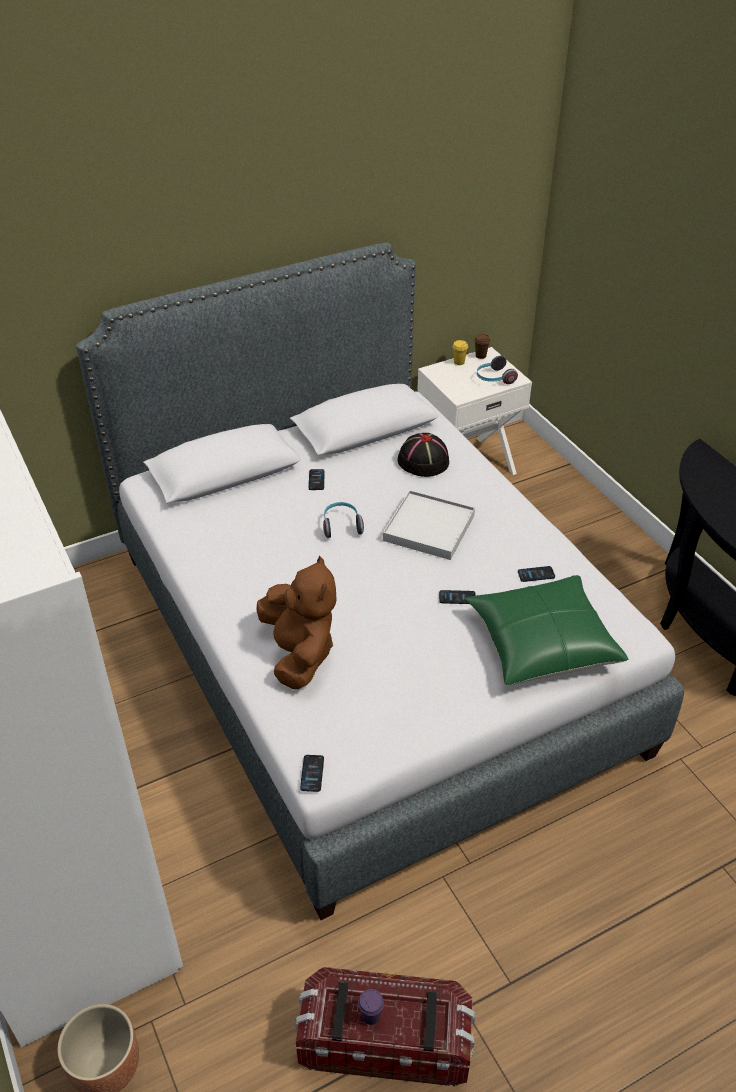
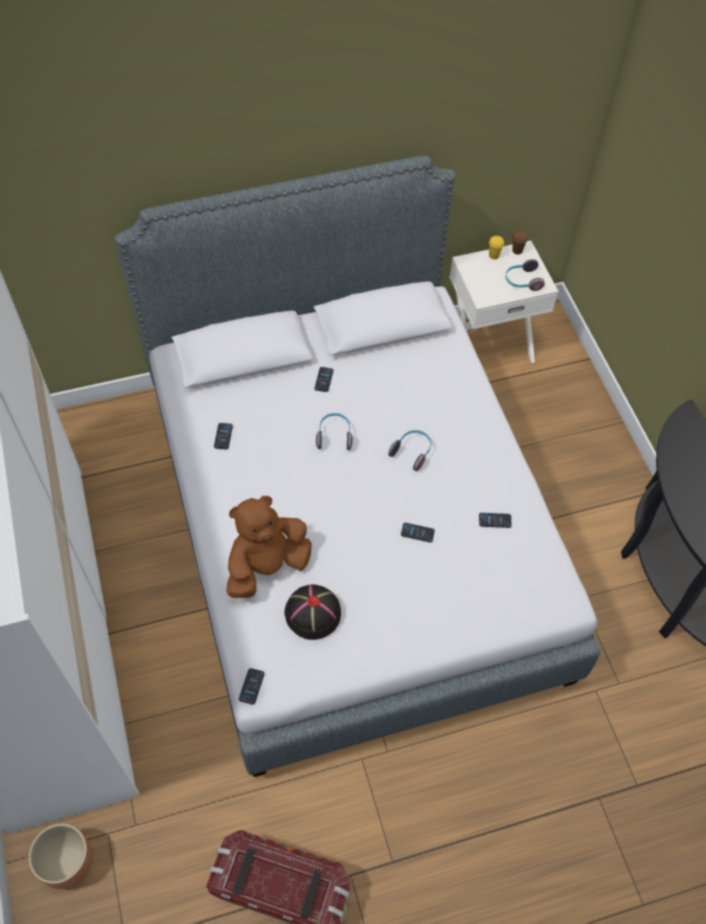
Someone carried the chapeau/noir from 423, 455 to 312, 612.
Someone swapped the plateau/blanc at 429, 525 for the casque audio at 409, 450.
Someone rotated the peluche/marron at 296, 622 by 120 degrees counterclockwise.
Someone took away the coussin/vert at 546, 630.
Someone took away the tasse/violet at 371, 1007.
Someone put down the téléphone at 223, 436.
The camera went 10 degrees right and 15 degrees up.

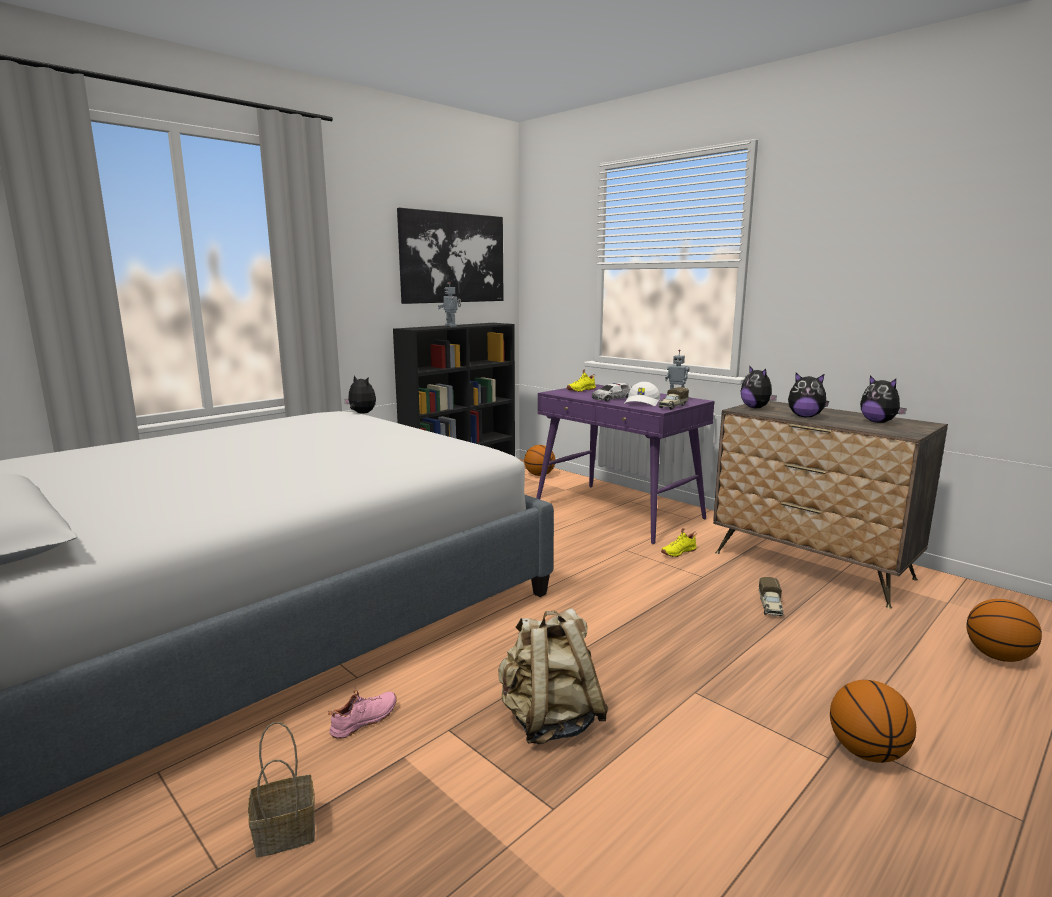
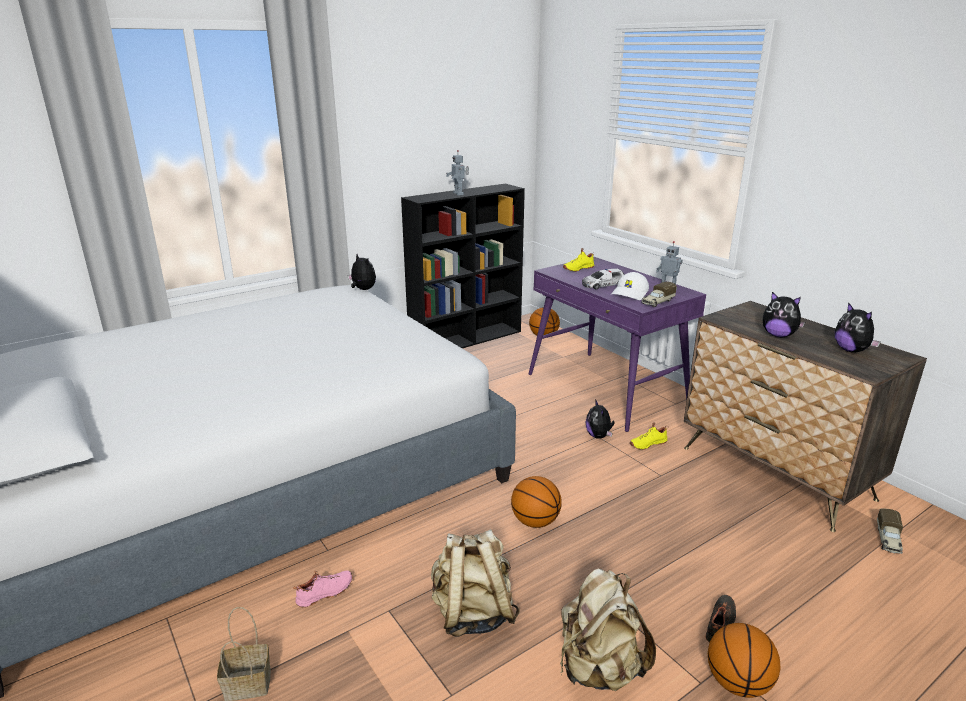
Someone took away the tableau at 450, 256.
Someone carried the peluche from 759, 386 to 600, 419.
Someone carried the camion jouet from 771, 596 to 890, 531.
Someone carried the ballon de basket from 1004, 630 to 536, 502.
Someone put down the sac à dos/beige at 608, 629.
Someone put down the chaussure/noir at 720, 619.
The camera went 10 degrees right and 10 degrees up.

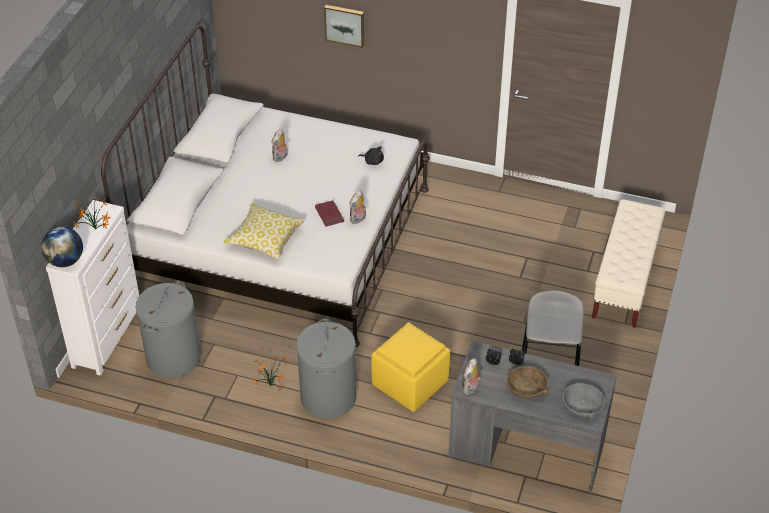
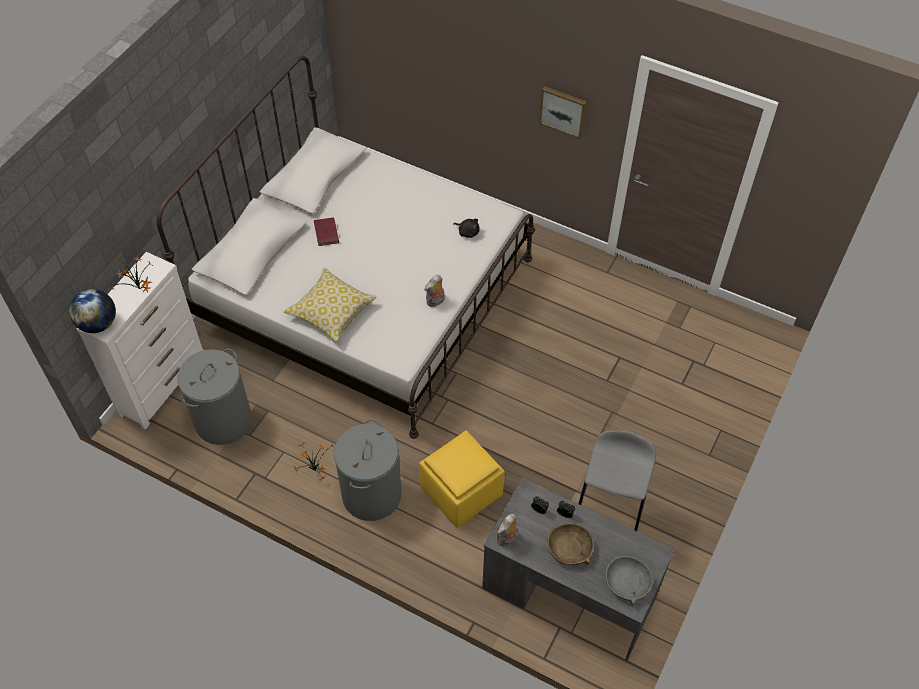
Someone carried the tableau from 344, 26 to 563, 112.
Someone took away the peluche at 280, 145.
Someone took away the banc/beige at 628, 263.
Someone carried the livre/rouge from 329, 213 to 326, 231.
The camera went 10 degrees right and 10 degrees up.

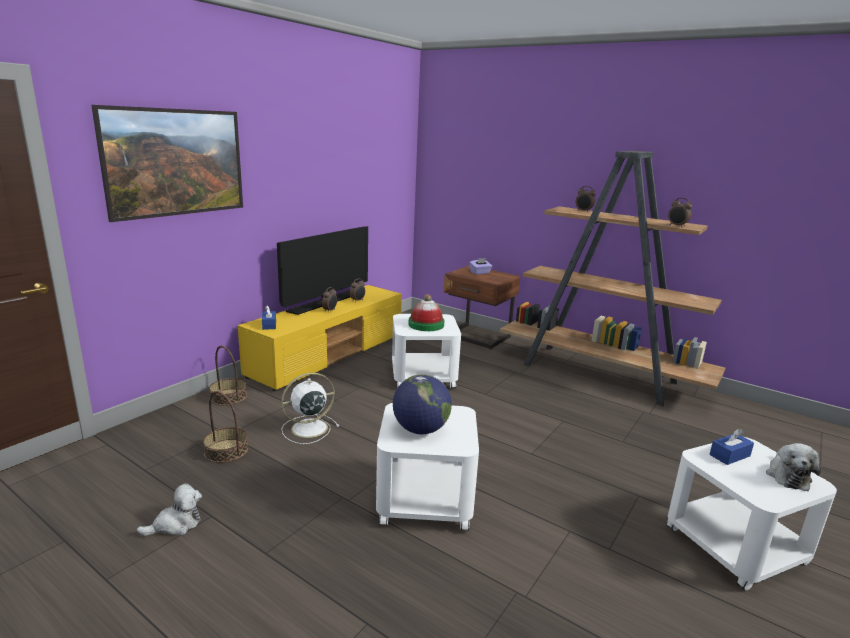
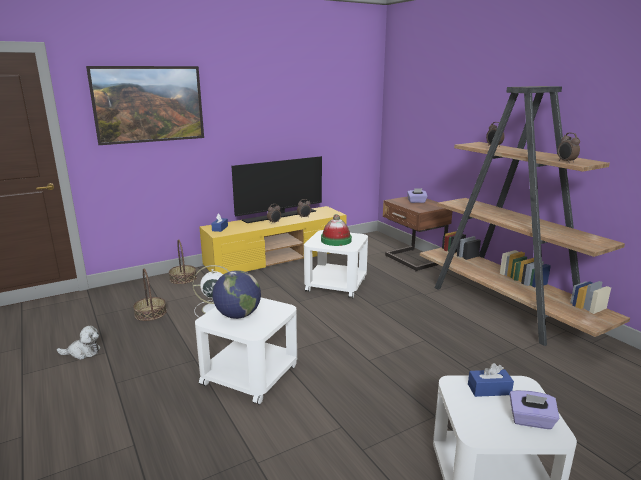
Someone swapped the peluche at 793, 467 for the boîte à mouchoirs/violet at 534, 409.
The camera went 25 degrees right and 0 degrees up.

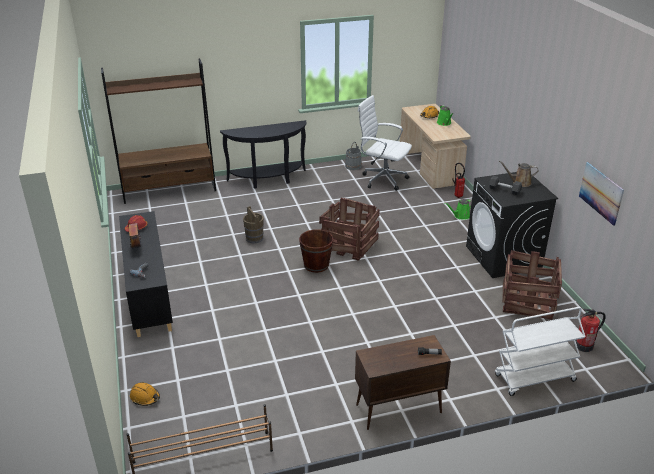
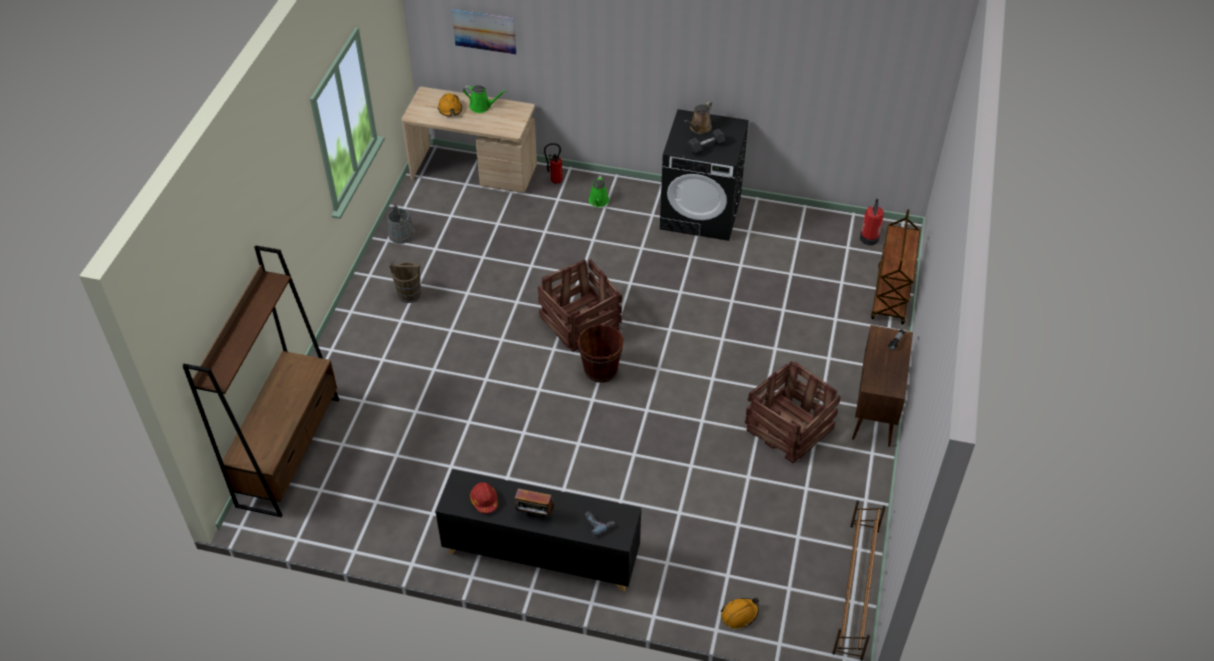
Someone took away the chaise de bureau/blanc at 385, 143.
Someone took away the table console/noir at 263, 154.
Someone carried the tableau from 601, 194 to 484, 31.
Someone carried the seau/marron from 253, 224 to 405, 282.
Someone carried the caisse from 532, 285 to 792, 412.
Someone repainted the chariot/blanc at 540, 351, which became the chariot/marron at 895, 267.
The camera went 60 degrees left and 15 degrees up.

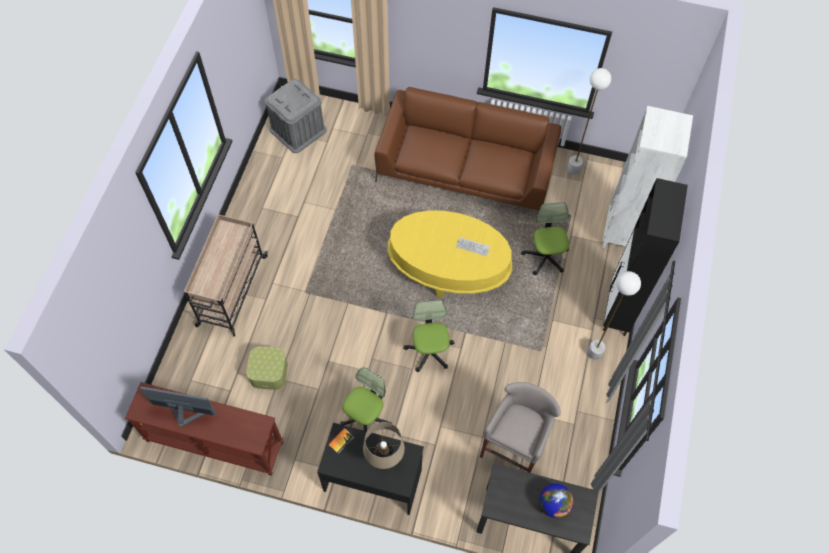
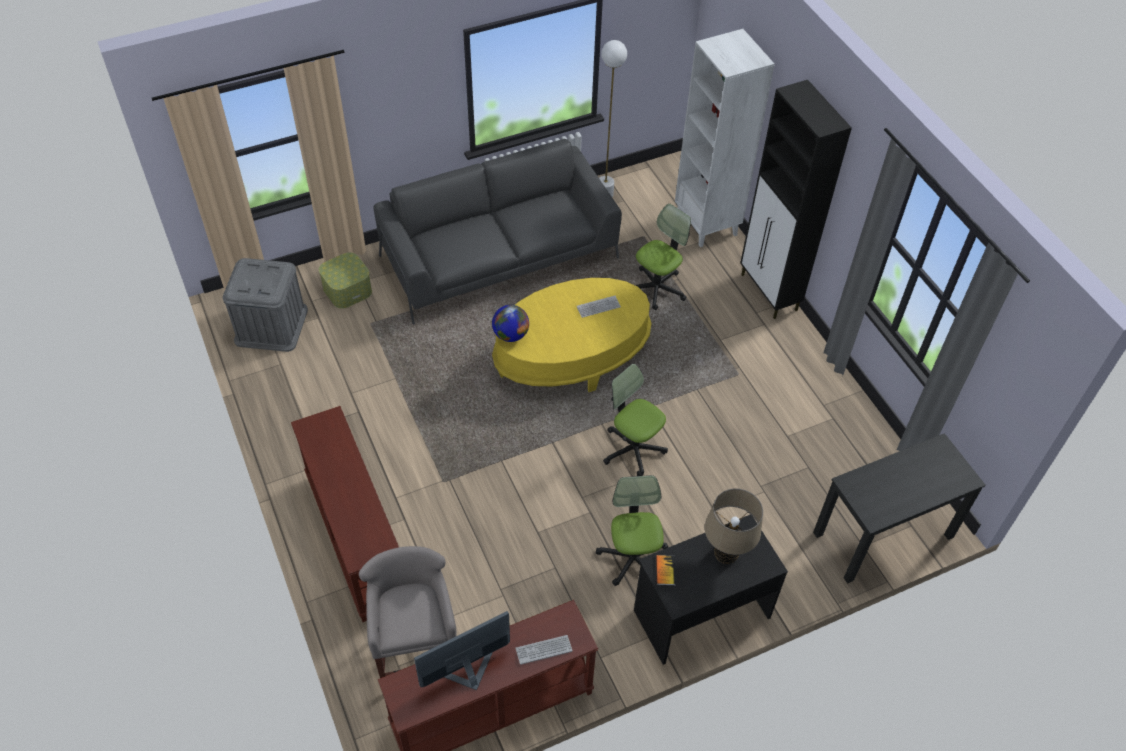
Someone repainted the canapé/marron at 468, 149, which became the canapé/gris at 497, 232.
Someone rotated the chaise de bureau at 545, 238 by 90 degrees clockwise.
Someone swapped the chariot/beige at 226, 275 for the table console/marron at 345, 514.
Someone took away the lampadaire/blanc at 614, 315.
Someone carried the boîte de rangement from 267, 368 to 345, 280.
Someone carried the tabouret/gris from 520, 427 to 408, 612.
Someone carried the globe from 556, 501 to 510, 323.
Someone put down the clavier at 543, 650.
The camera went 40 degrees left and 10 degrees down.

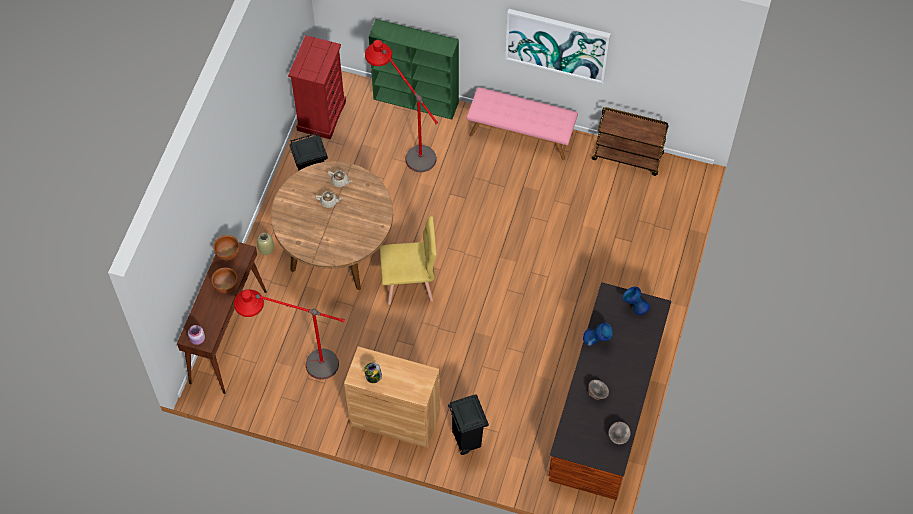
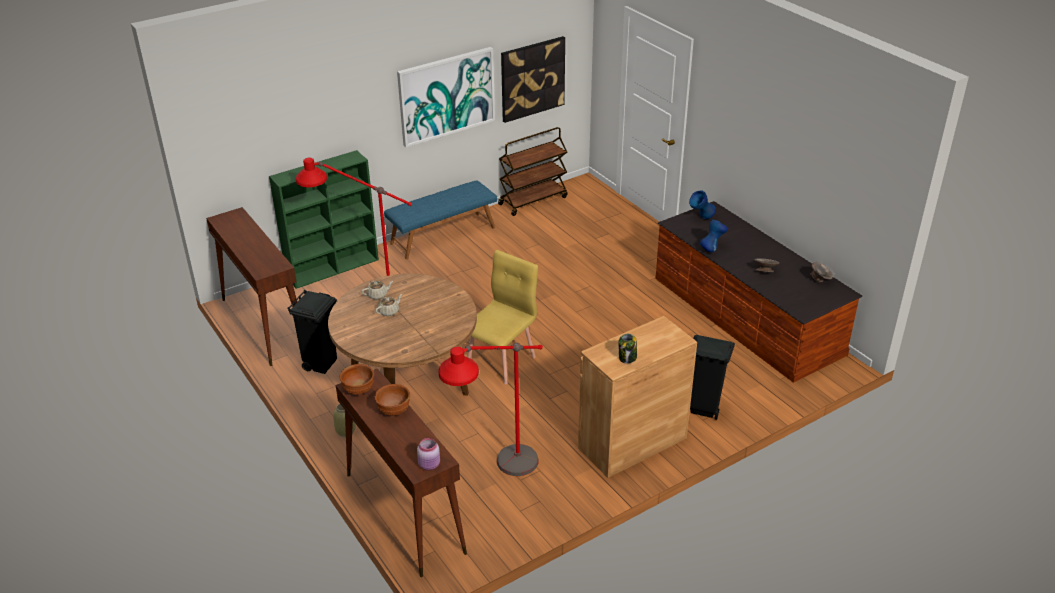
Someone swapped the commode/rouge at 317, 87 for the table console/marron at 251, 286.
Someone repainted the banc/rose at 522, 123, which became the banc/bleu at 440, 219.
Someone put up the tableau at 533, 79.
The camera went 50 degrees left and 25 degrees down.

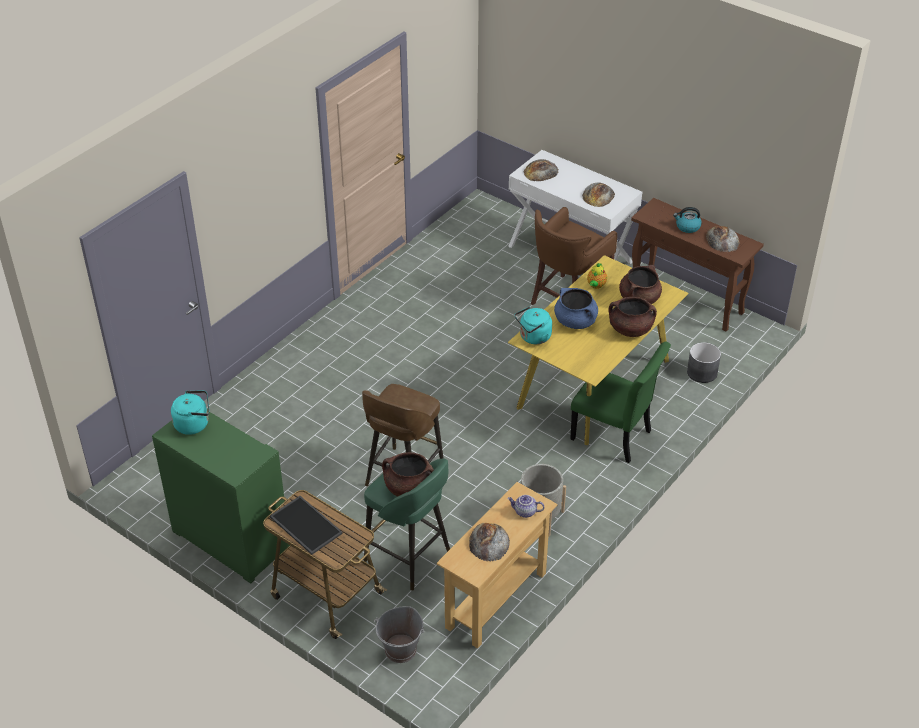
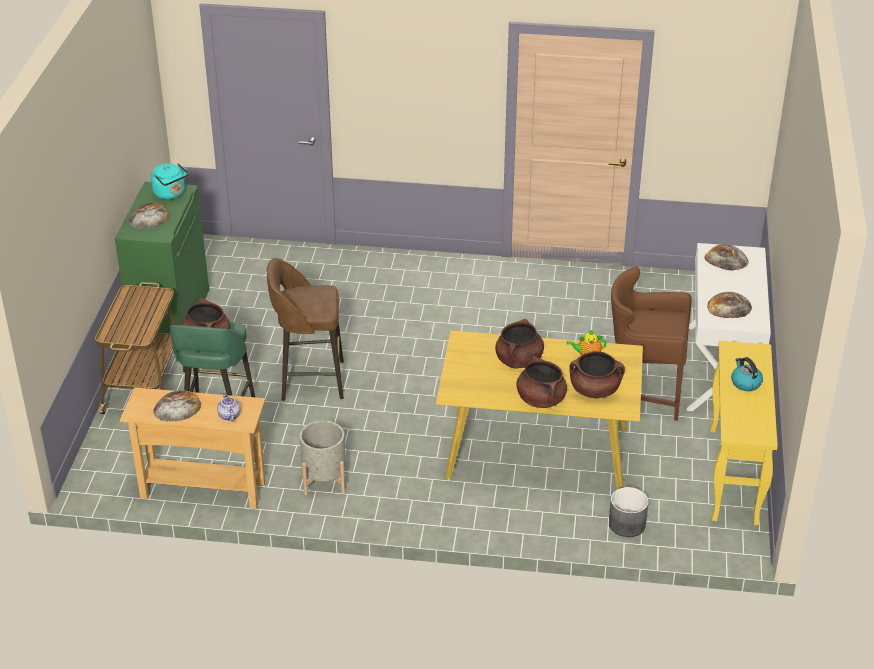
Someone repainted the table console/marron at 697, 265, which became the table console/jaune at 744, 433.
Someone carried the pain from 722, 239 to 149, 216.
Someone repainted the marmite/bleu at 576, 308, which became the marmite/marron at 519, 344.
Someone took away the bouilloire/turquoise at 533, 325.
Someone took away the chaise/vert at 620, 402.
Someone took away the plateau at 306, 525.
Someone took away the seau/gris at 399, 634.
The camera went 60 degrees right and 5 degrees down.

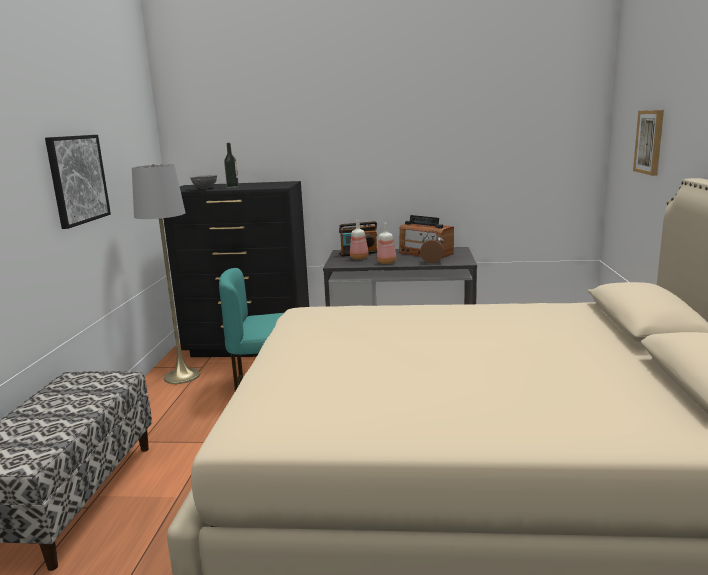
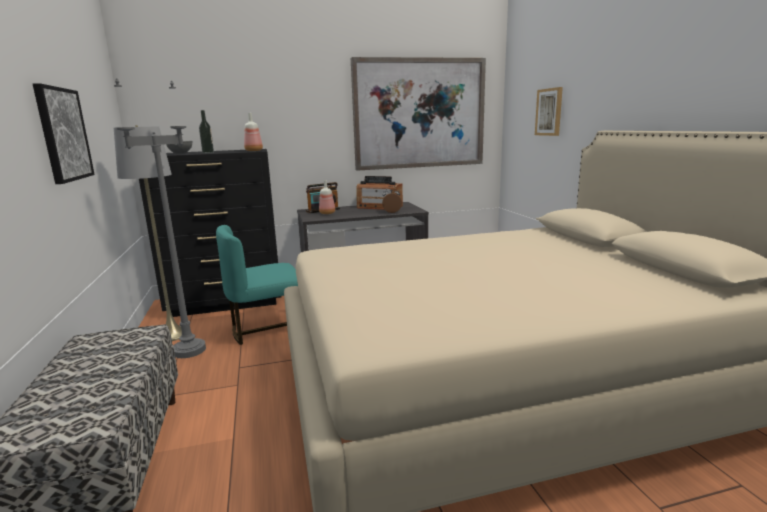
Someone carried the bouteille from 386, 243 to 253, 132.
Someone put up the tableau at 418, 114.
Someone put down the lampadaire/gris at 160, 218.
The camera went 20 degrees left and 0 degrees up.

